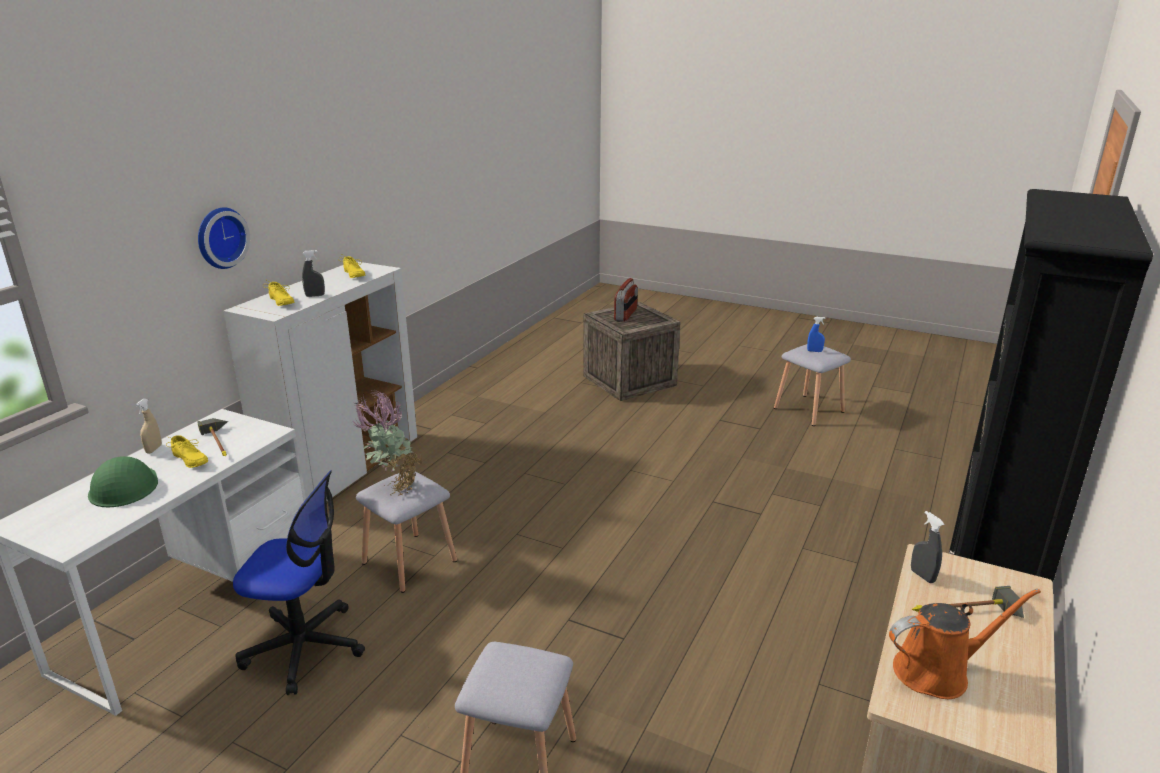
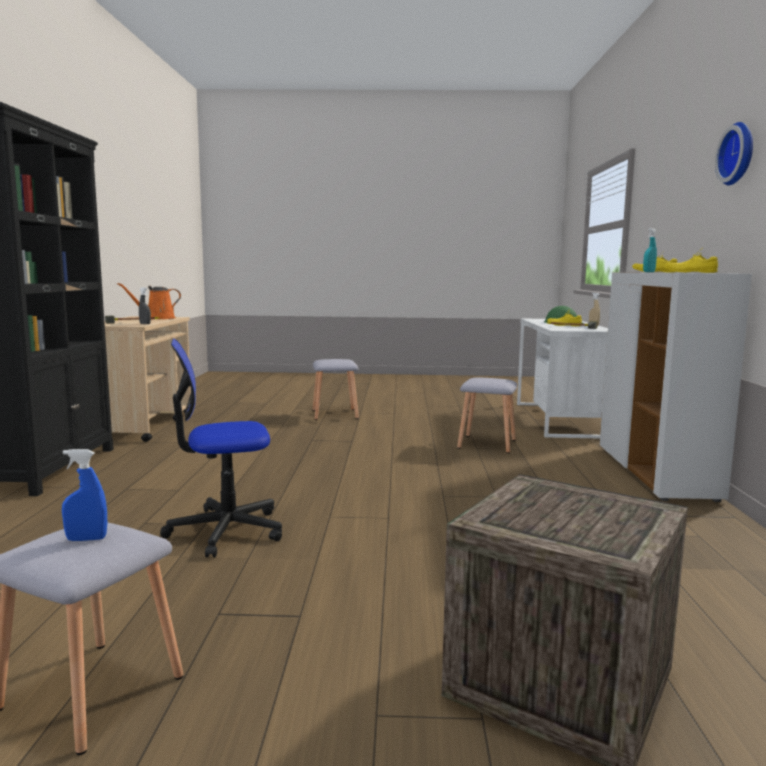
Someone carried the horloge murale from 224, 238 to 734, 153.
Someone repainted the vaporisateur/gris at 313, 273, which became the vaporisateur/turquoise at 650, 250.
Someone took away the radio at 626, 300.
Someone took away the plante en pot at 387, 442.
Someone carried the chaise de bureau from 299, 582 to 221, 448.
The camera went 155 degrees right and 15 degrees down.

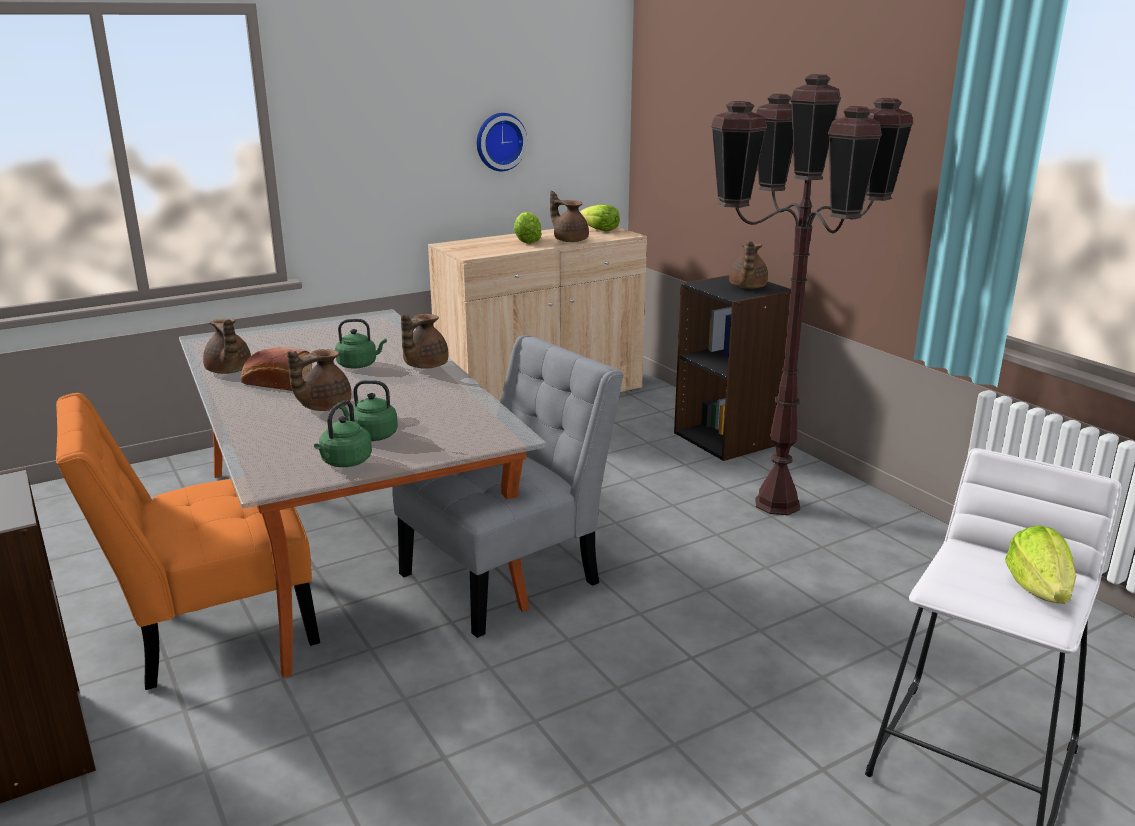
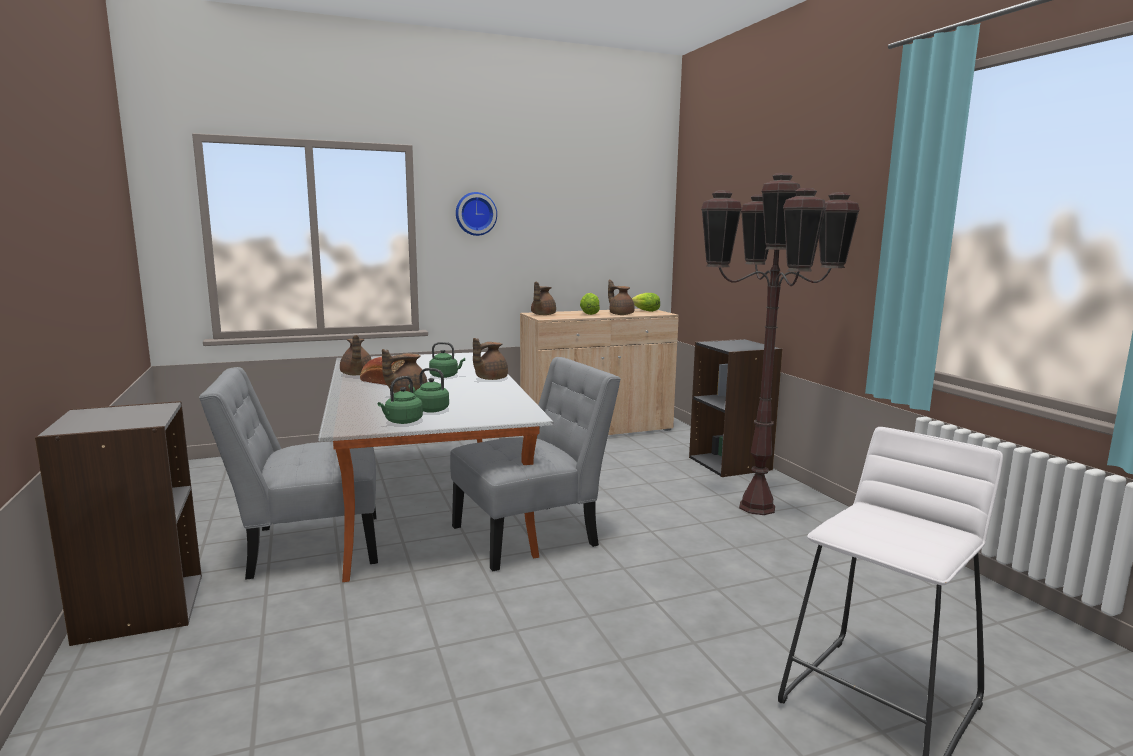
Someone carried the horloge murale from 502, 142 to 476, 214.
Someone carried the théière/marron from 748, 265 to 543, 298.
Someone repainted the chaise/orange at 188, 541, which became the chaise/gris at 288, 473.
Someone took away the laitue at 1040, 564.
The camera went 10 degrees right and 10 degrees down.

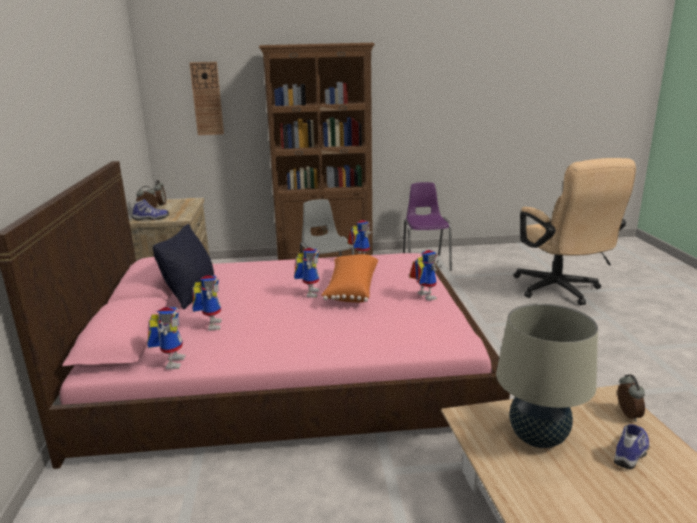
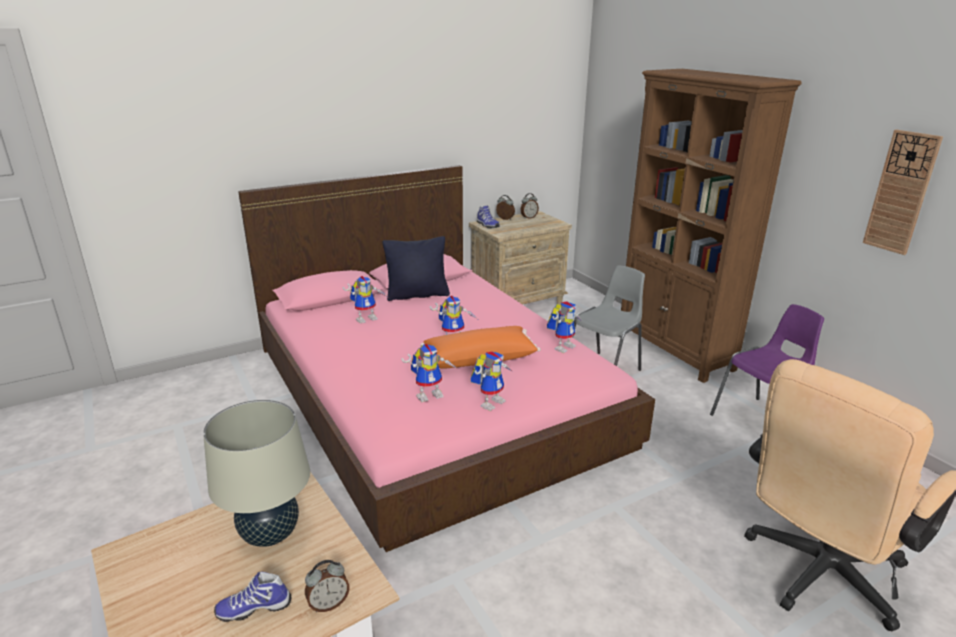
Someone carried the horloge murale from 206, 98 to 903, 192.
Someone carried the robot jouet from 166, 338 to 429, 373.
Someone rotated the chaussure at 631, 446 by 150 degrees clockwise.
The camera went 65 degrees right and 5 degrees up.

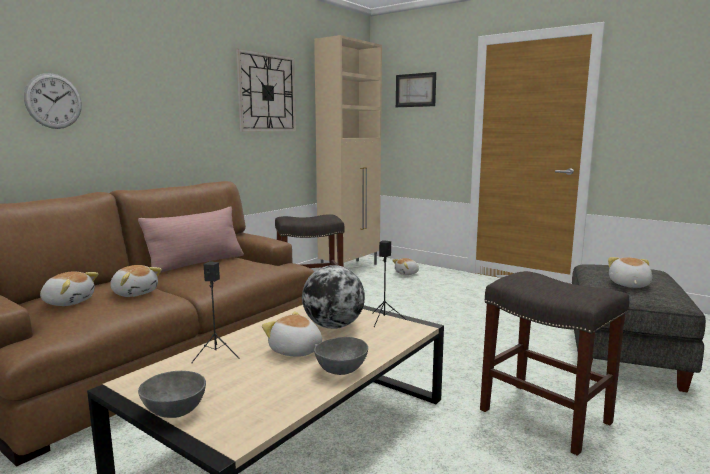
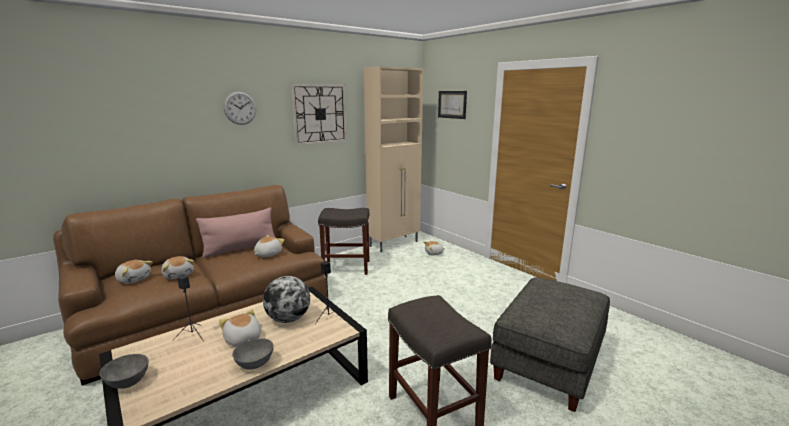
Someone carried the horloge murale from 53, 101 to 240, 108.
Someone carried the peluche from 630, 272 to 269, 246.
The camera went 15 degrees right and 5 degrees up.

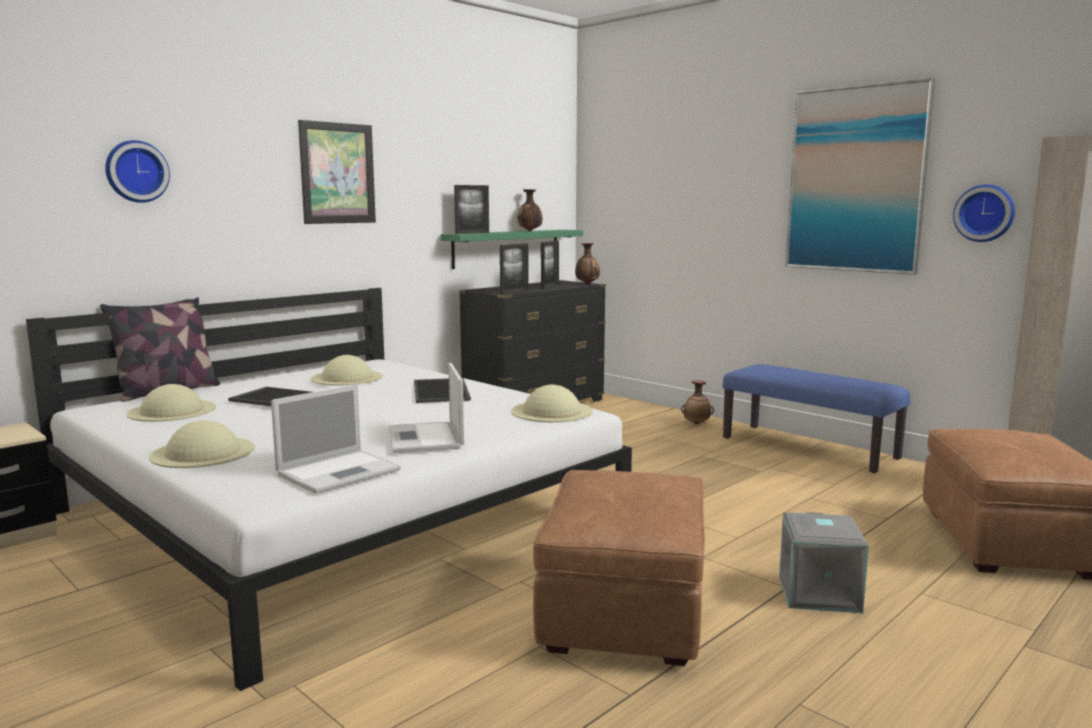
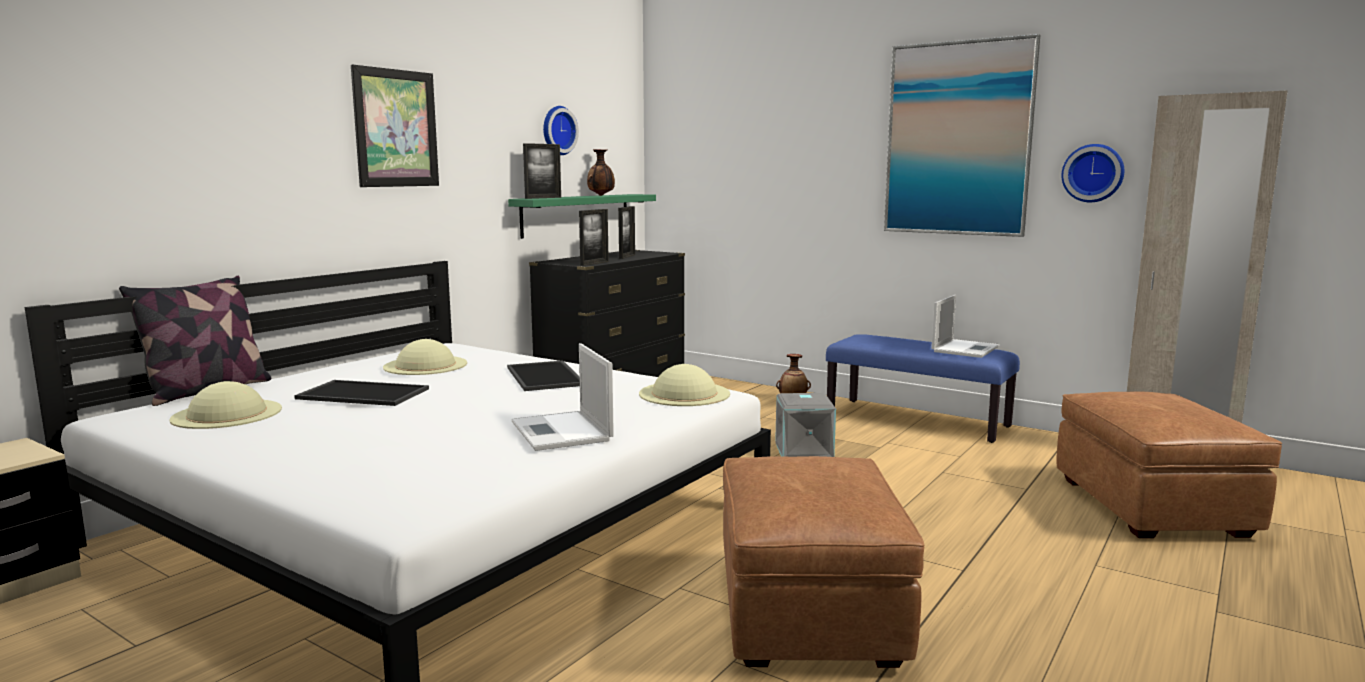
Someone carried the horloge murale from 137, 171 to 561, 130.
Someone took away the vase at 587, 263.
Someone carried the ordinateur portable from 336, 439 to 965, 326.
Someone took away the chapeau/beige at 202, 444.
Someone carried the boîte de rangement/gris from 824, 562 to 805, 425.
The camera went 10 degrees left and 0 degrees up.

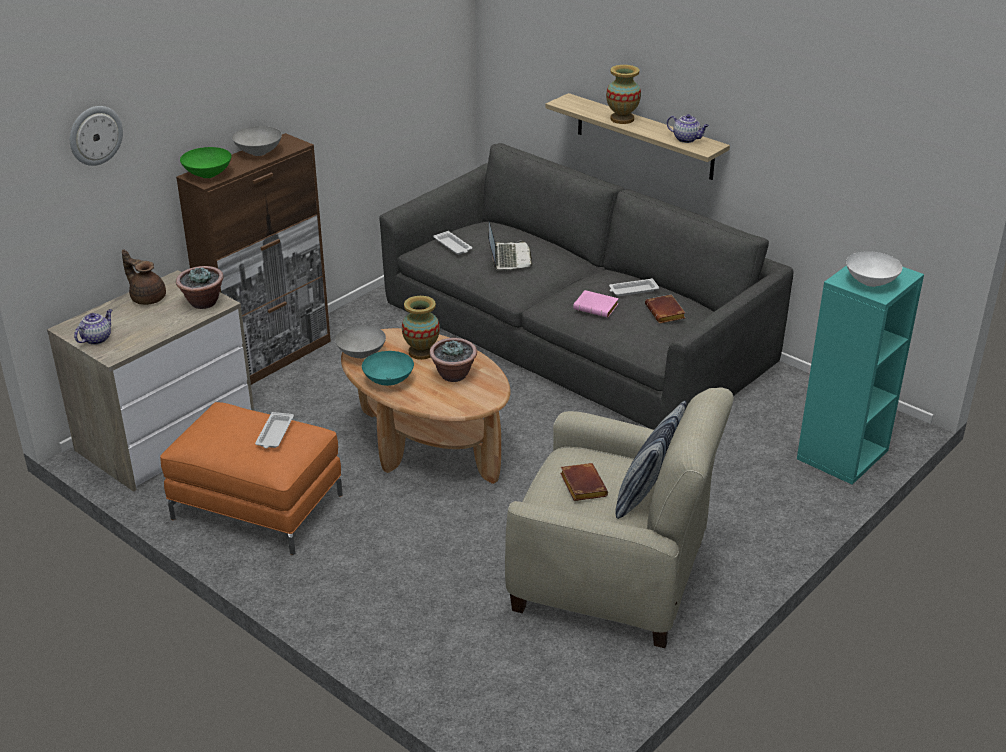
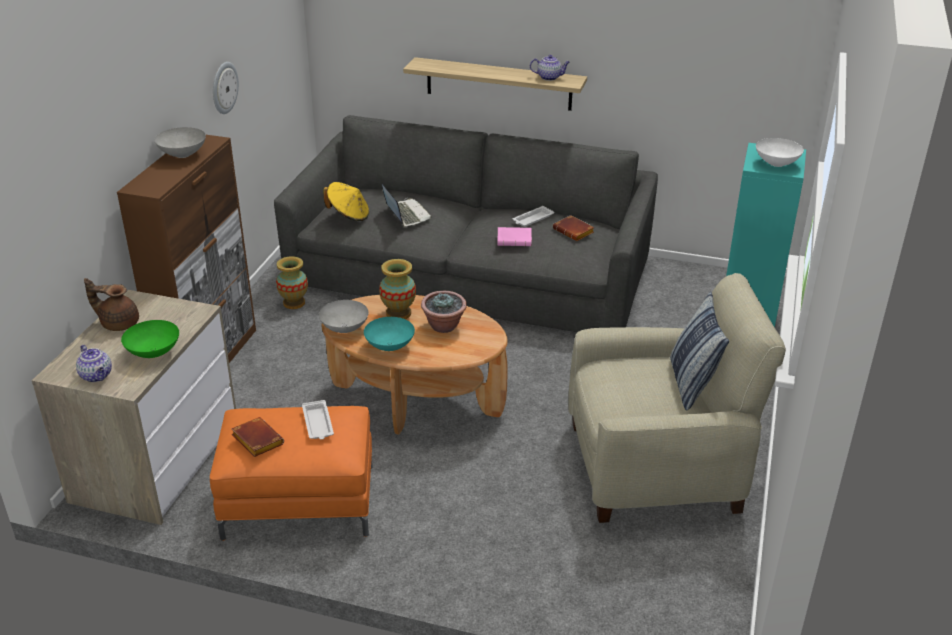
Someone carried the vase from 623, 94 to 292, 282.
Someone carried the horloge murale from 96, 136 to 226, 88.
Someone carried the bol/vert from 205, 162 to 150, 339.
Someone swapped the plateau/blanc at 452, 243 for the chapeau/jaune at 346, 201.
Someone took away the plante en pot at 200, 287.
Someone rotated the théière at 93, 327 by 135 degrees clockwise.
Someone carried the livre/marron from 584, 482 to 257, 437.
The camera went 25 degrees left and 0 degrees up.

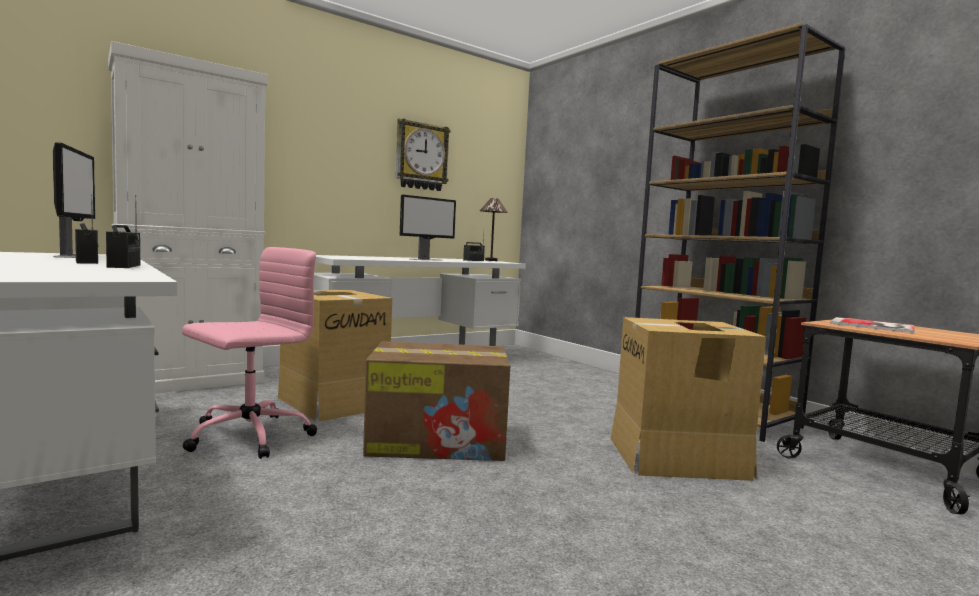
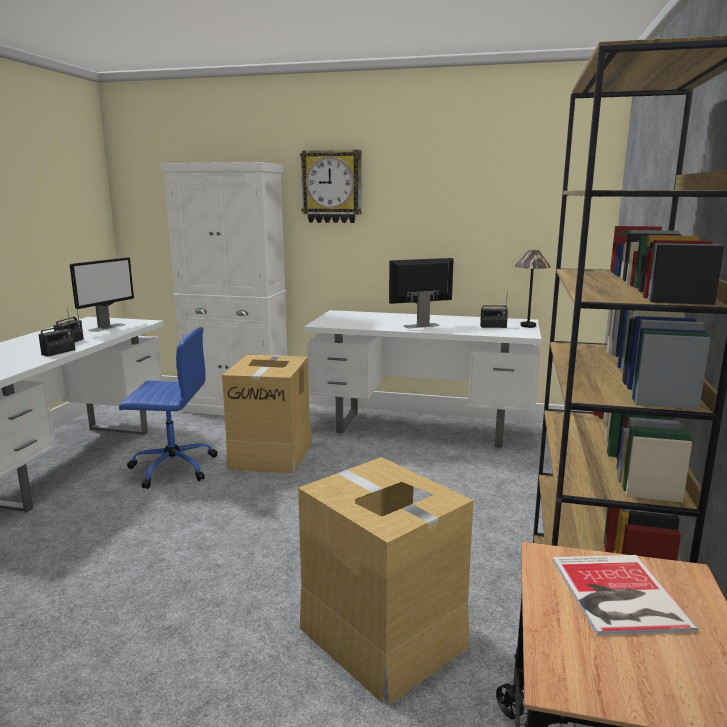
Someone carried the horloge murale from 423, 154 to 331, 186.
Someone rotated the écran d'ordinateur at 428, 228 by 150 degrees clockwise.
Someone repainted the chaise de bureau/rose at 249, 353, which became the chaise de bureau/bleu at 168, 408.
Someone took away the carton at 436, 401.
The camera went 50 degrees right and 10 degrees up.

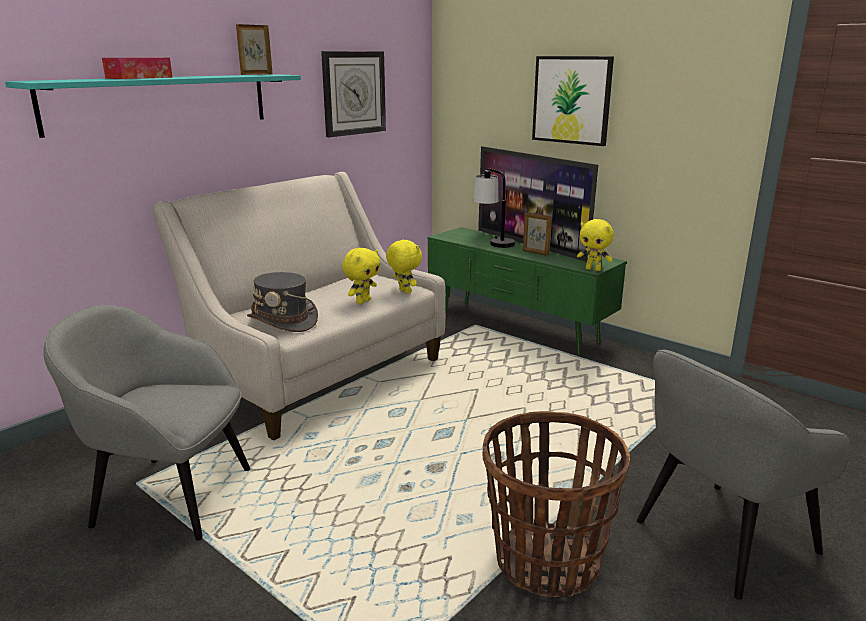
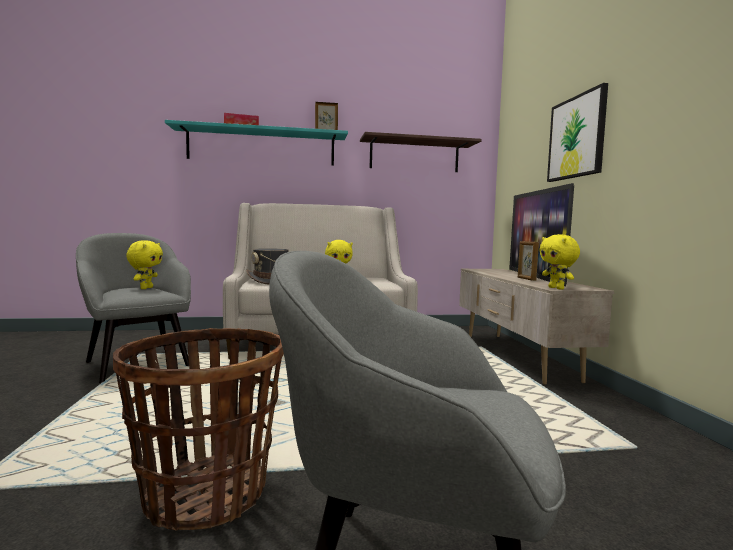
Someone swapped the horloge murale at 353, 94 for the étagère at 421, 152.
Someone took away the lampe de table at 494, 208.
Someone repainted the meuble télé/vert at 527, 291, which became the meuble télé/beige at 537, 327.
Someone carried the peluche/jaune from 404, 266 to 144, 264.
The camera went 40 degrees right and 15 degrees down.

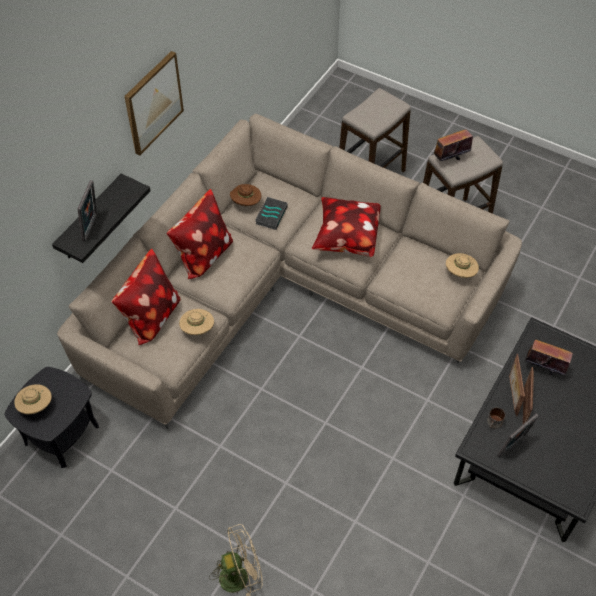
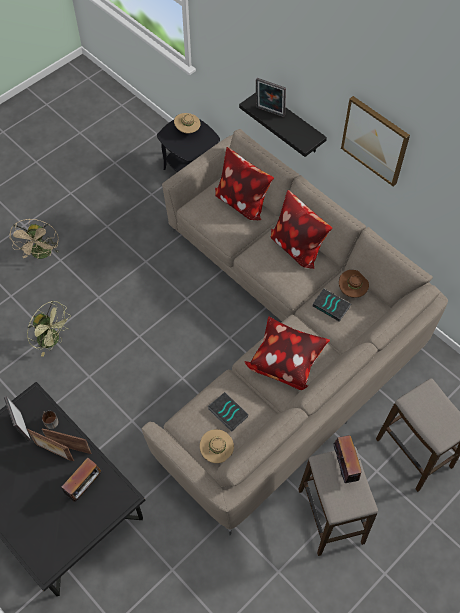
Someone took away the chapeau/beige at 196, 322.
Someone put down the ventilateur/vert at 48, 329.
Someone put down the livre at 228, 412.
The camera went 105 degrees right and 5 degrees up.

